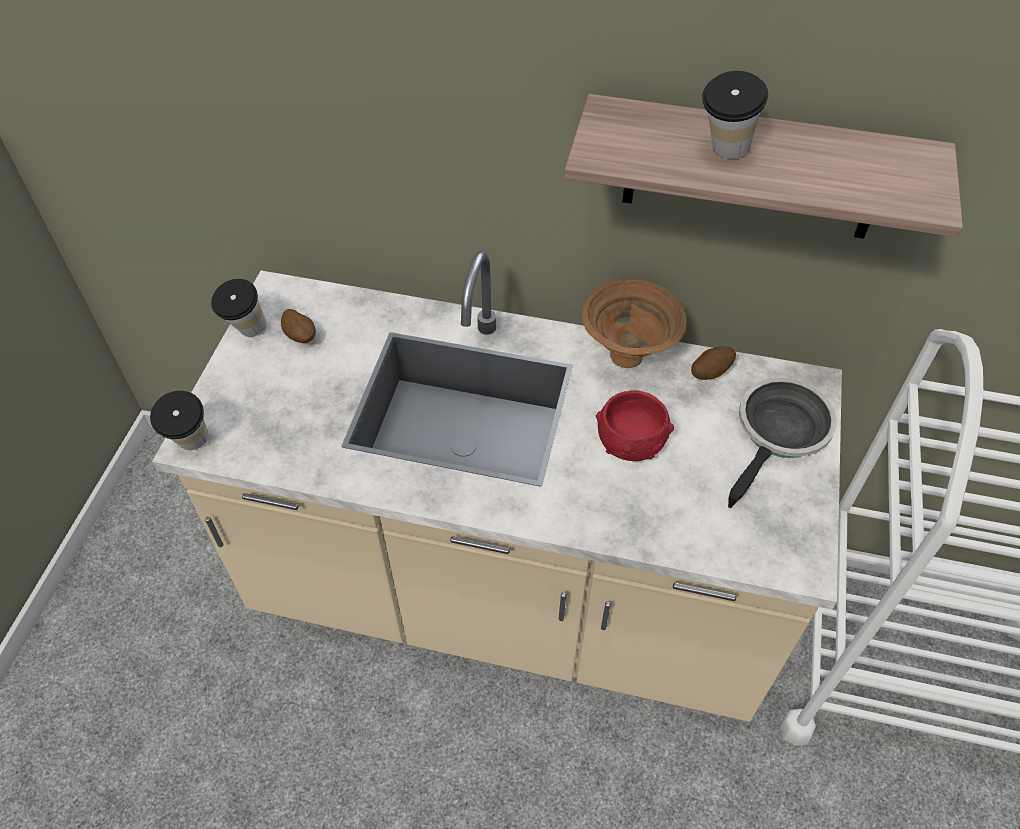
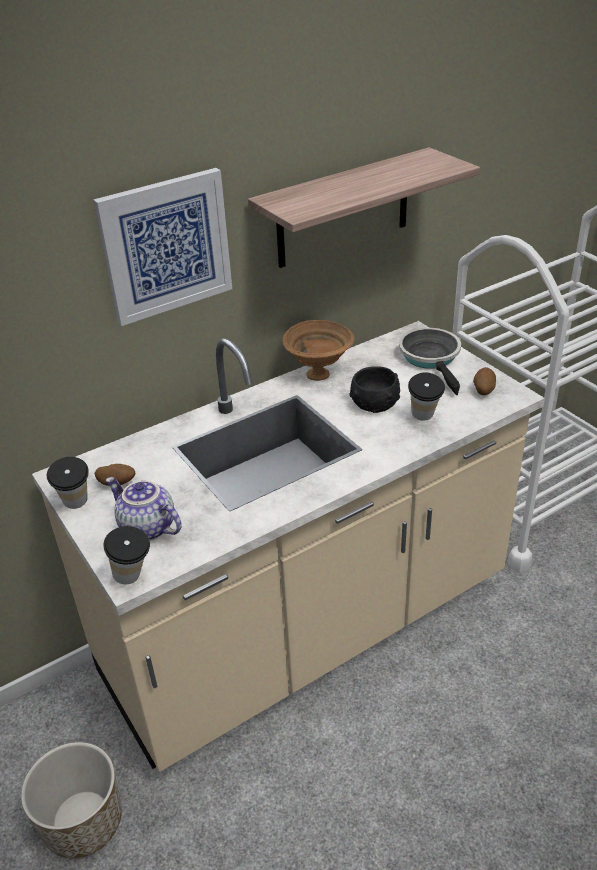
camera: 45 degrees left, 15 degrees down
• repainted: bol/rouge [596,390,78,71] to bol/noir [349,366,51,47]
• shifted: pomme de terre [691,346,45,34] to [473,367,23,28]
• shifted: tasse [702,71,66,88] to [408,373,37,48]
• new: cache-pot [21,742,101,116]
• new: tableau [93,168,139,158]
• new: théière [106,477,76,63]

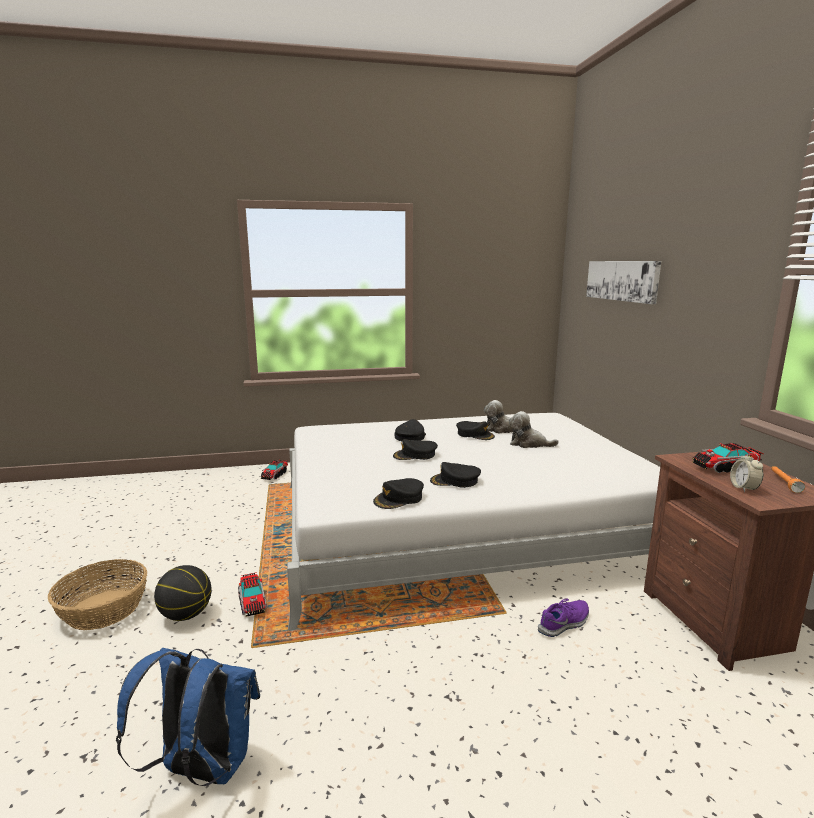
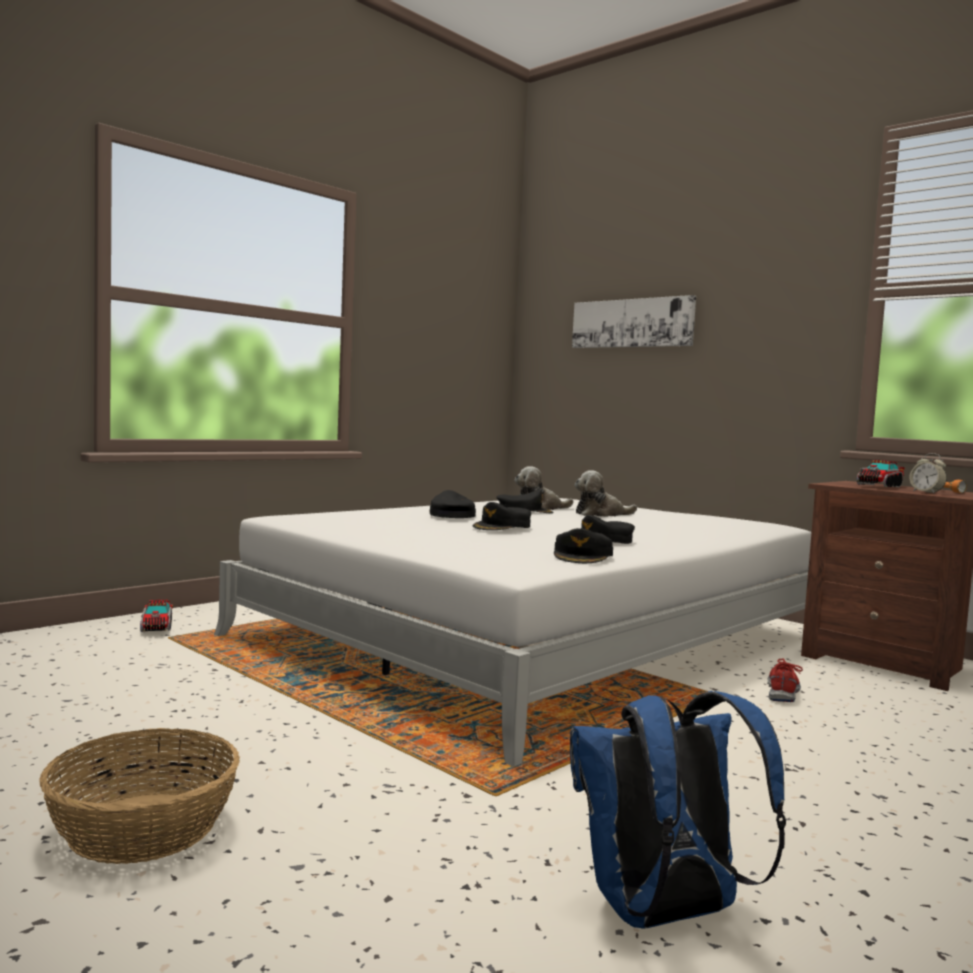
camera: 35 degrees left, 10 degrees down
• gone: ballon de basket [154,565,58,56]
• gone: camion jouet [238,572,29,45]
• repainted: chaussure/violet [538,598,51,39] to chaussure/rouge [767,658,36,44]

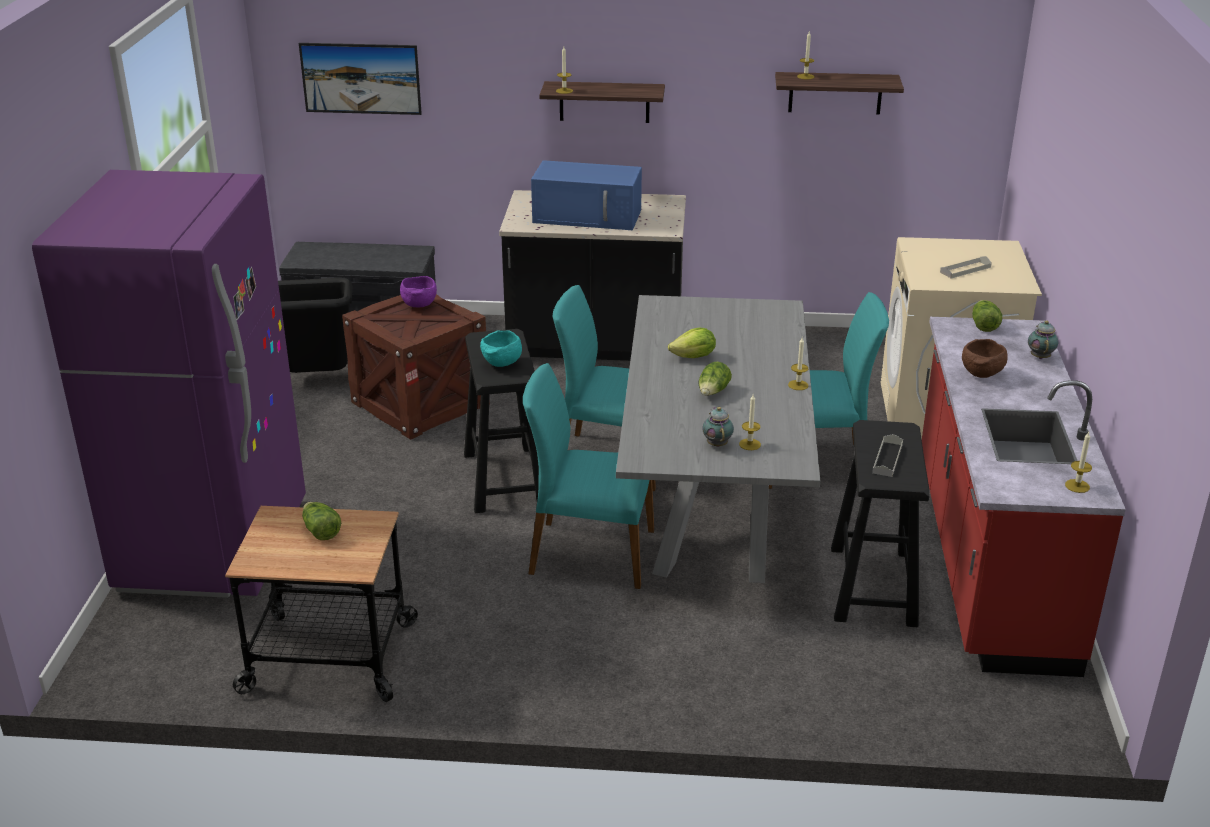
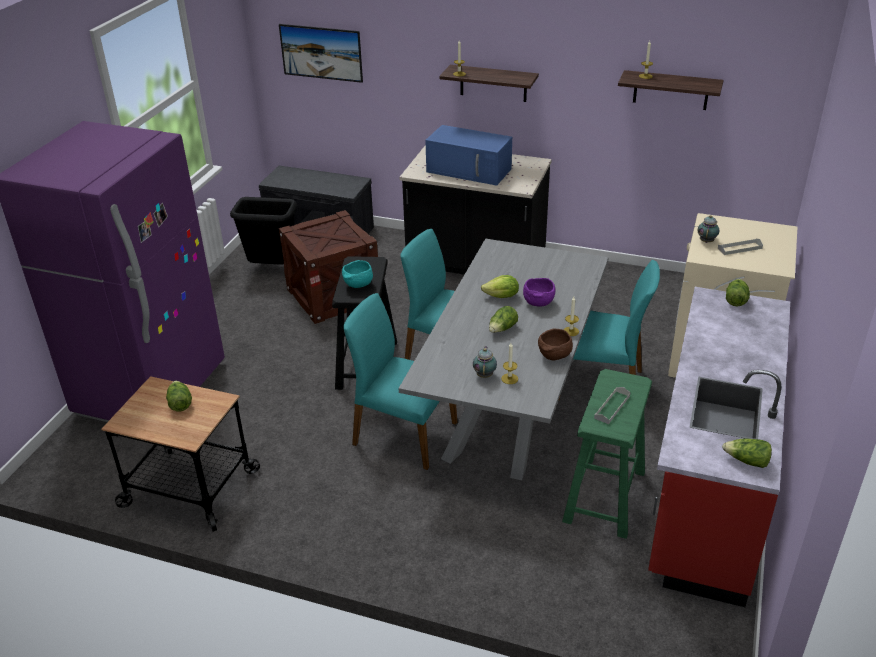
camera: 15 degrees right, 5 degrees up
• shifted: bol/violet [400,276,37,31] to [523,278,33,29]
• repainted: tabouret/noir [831,420,98,207] to tabouret/vert [562,369,90,170]
• shifted: bol/marron [962,339,46,39] to [538,328,35,33]
• shifted: théière [1028,320,30,39] to [698,215,21,28]
• swapped: bougie [1065,432,27,61] to laitue [722,439,50,29]

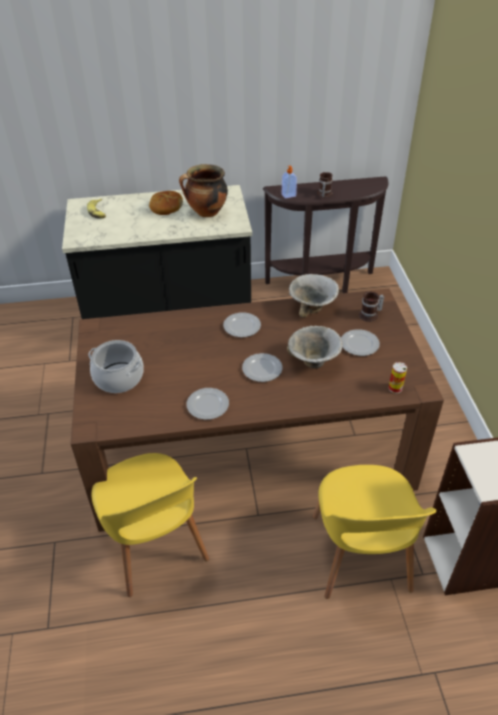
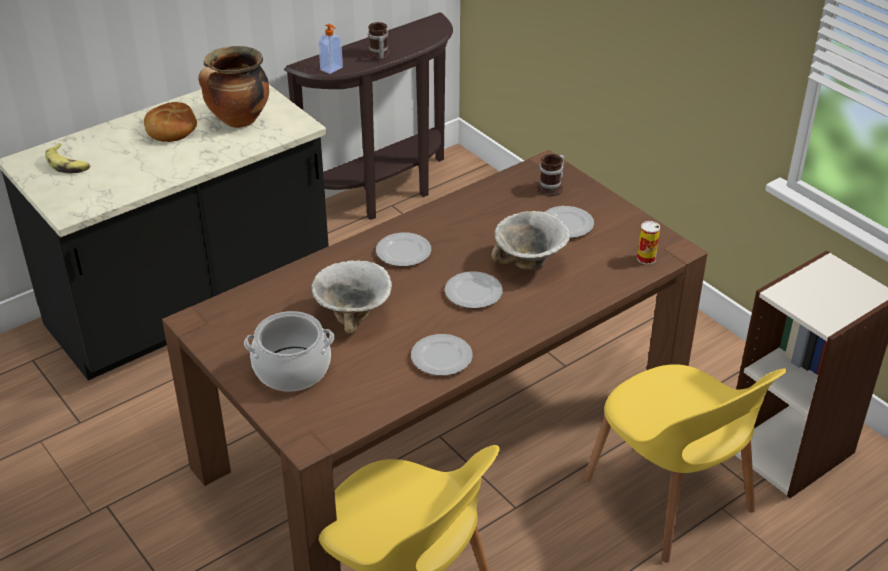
camera: 30 degrees left, 5 degrees down
• shifted: bol [289,274,50,44] to [311,260,81,74]

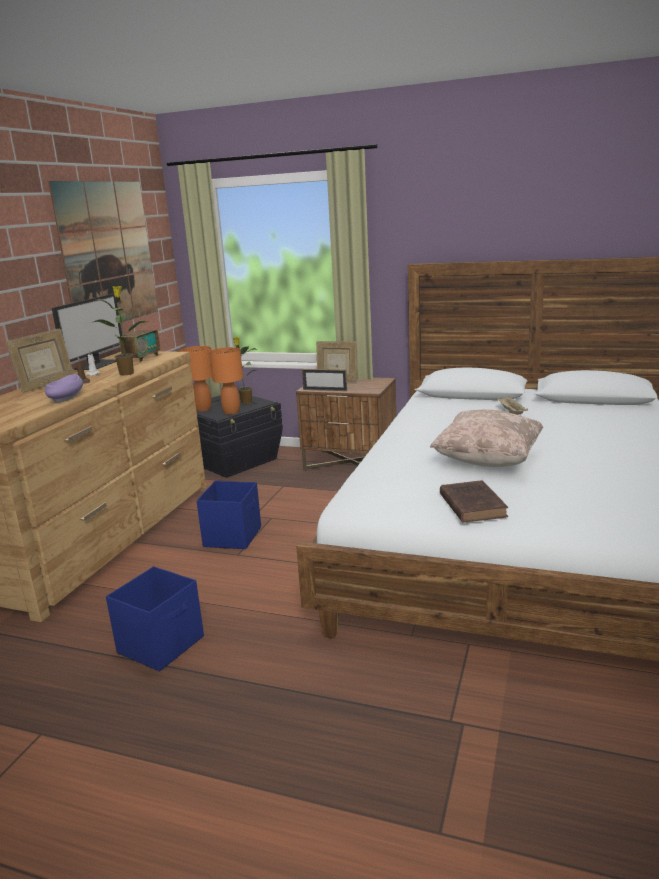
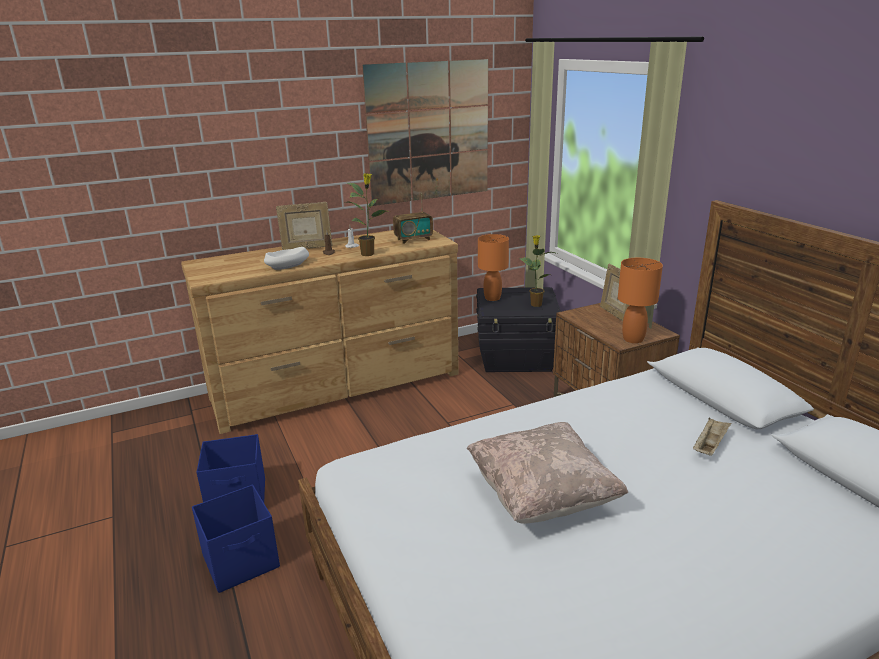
camera: 45 degrees right, 5 degrees up
• repainted: bol/violet [45,374,38,29] to bol/blanc [264,247,45,23]
• gone: écran d'ordinateur [52,293,70,77]
• shifted: boîte de rangement/bleu [196,481,65,68] to [192,484,88,109]
• shifted: lampe de table/orange [209,347,34,67] to [618,258,45,85]
• gone: cadre photo [302,369,45,22]
• gone: livre/marron [440,480,68,43]

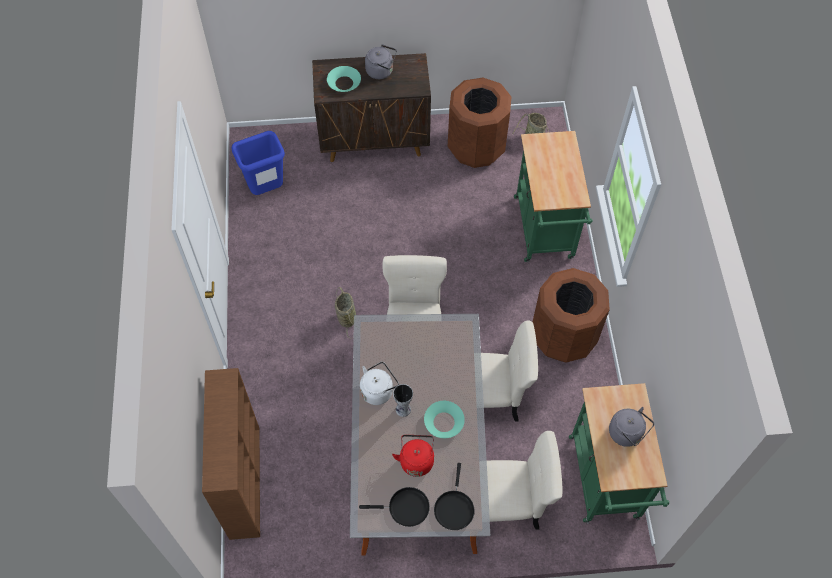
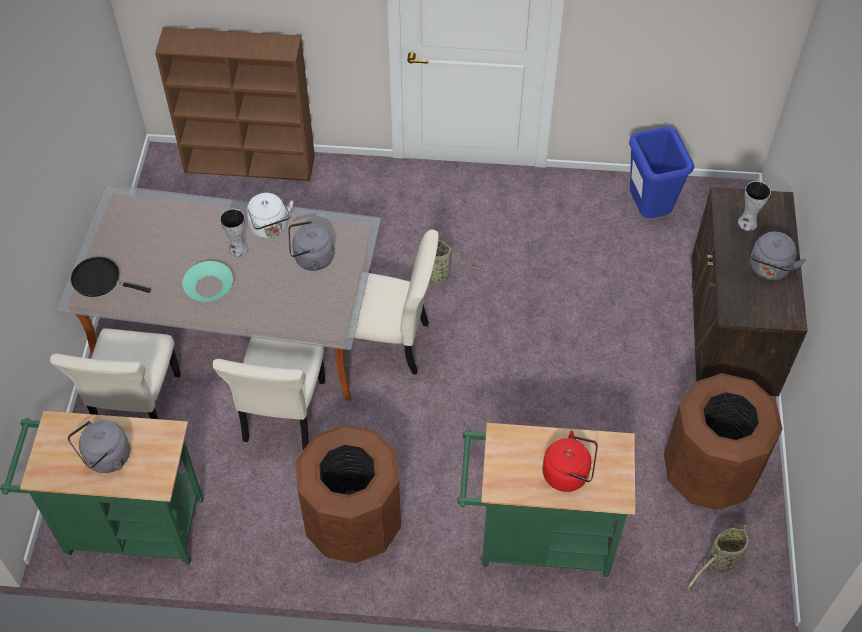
camera: 100 degrees right, 5 degrees down
• swapped: bol/turquoise [327,66,34,26] to vase [738,181,33,50]
• gone: poêle/noir [359,487,71,40]
• shifted: bouilloire/rouge [392,435,42,42] to [542,430,56,62]
• new: bouilloire/gris [288,221,46,50]

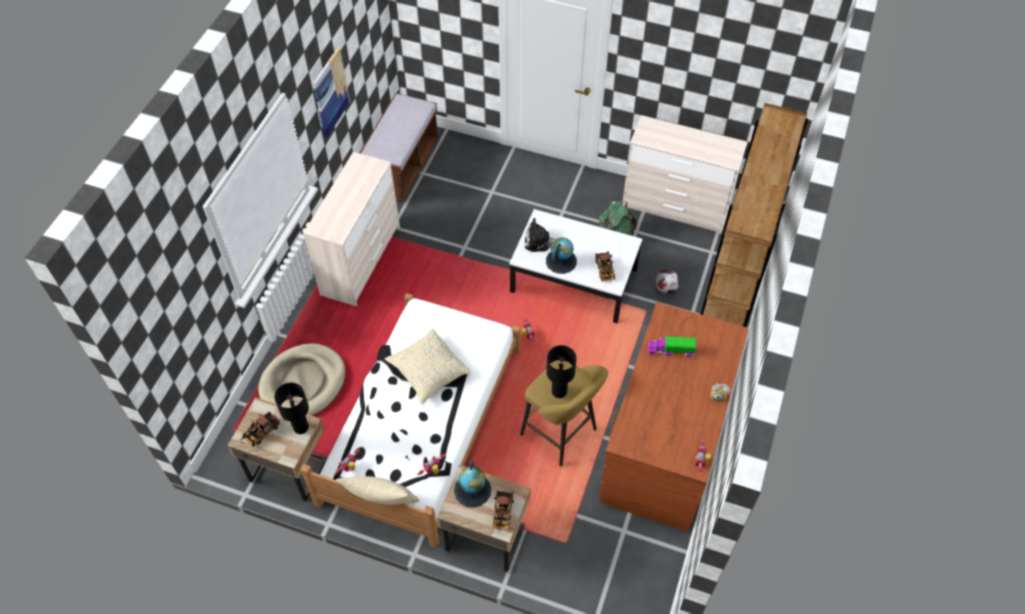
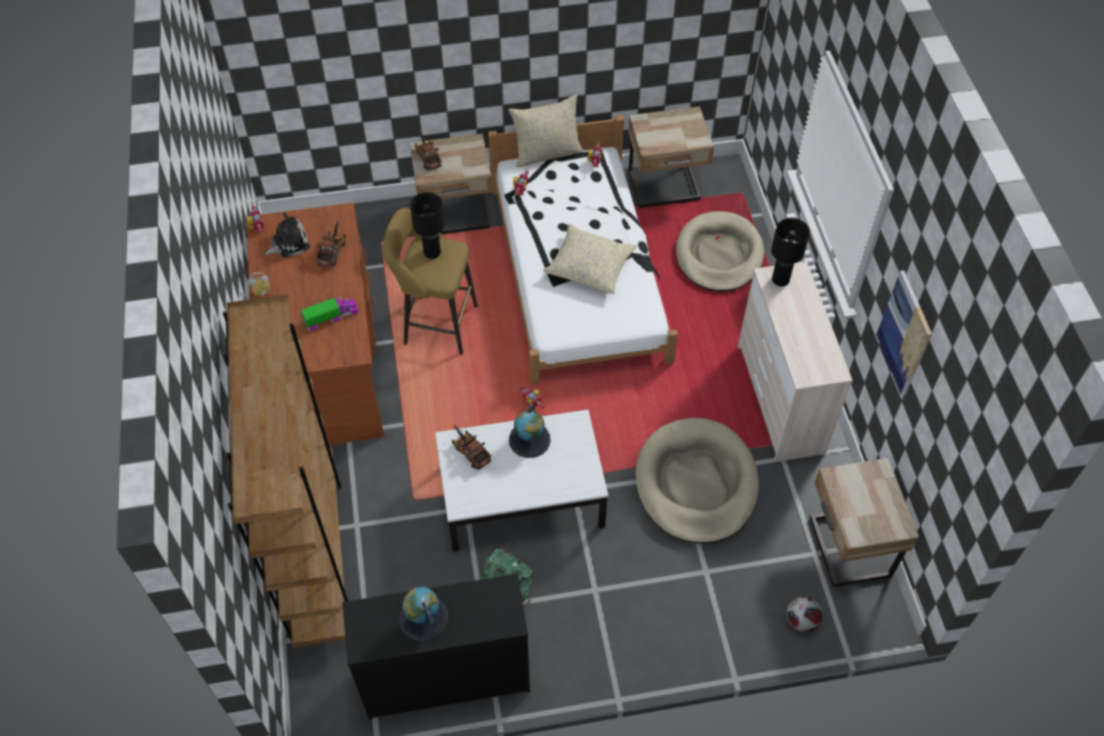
camera: 150 degrees right, 0 degrees up
• shifted: camion jouet [241,411,39,36] to [315,221,31,46]
• shifted: lampe de table/noir [274,383,35,51] to [771,218,39,68]
• swapped: banc/marron [360,93,80,108] to table de chevet/beige [810,458,109,129]
• shifted: globe [454,461,37,47] to [399,587,49,54]
• shifted: peluche [525,218,30,34] to [264,213,46,44]
• repainted: commode/beige [622,115,126,120] to commode/noir [342,574,188,146]
• shifted: ballon de foot [655,269,25,25] to [787,597,36,35]
• new: panier pour chien/beige [635,418,124,126]

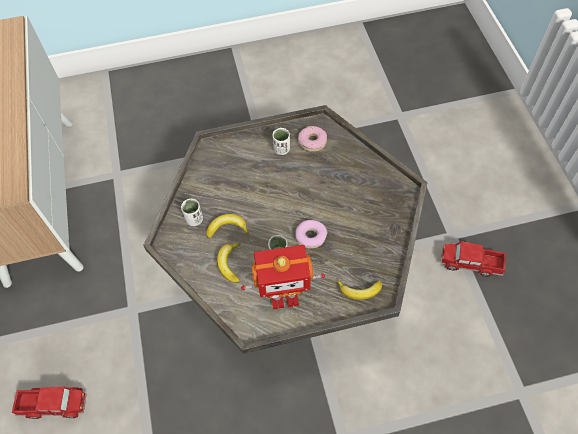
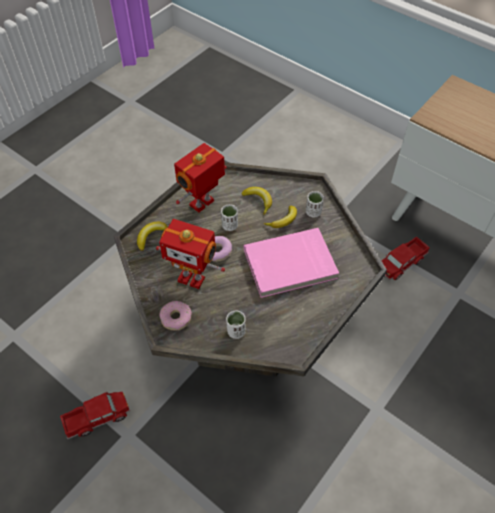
camera: 140 degrees right, 5 degrees down
• shifted: camion jouet [12,385,75,34] to [381,236,49,44]
• shifted: tasse/blanc [273,128,17,27] to [226,310,20,29]
• shifted: beignet [298,126,29,26] to [160,301,32,29]
• new: robot jouet [156,219,69,70]
• new: livre/rose [244,228,95,70]

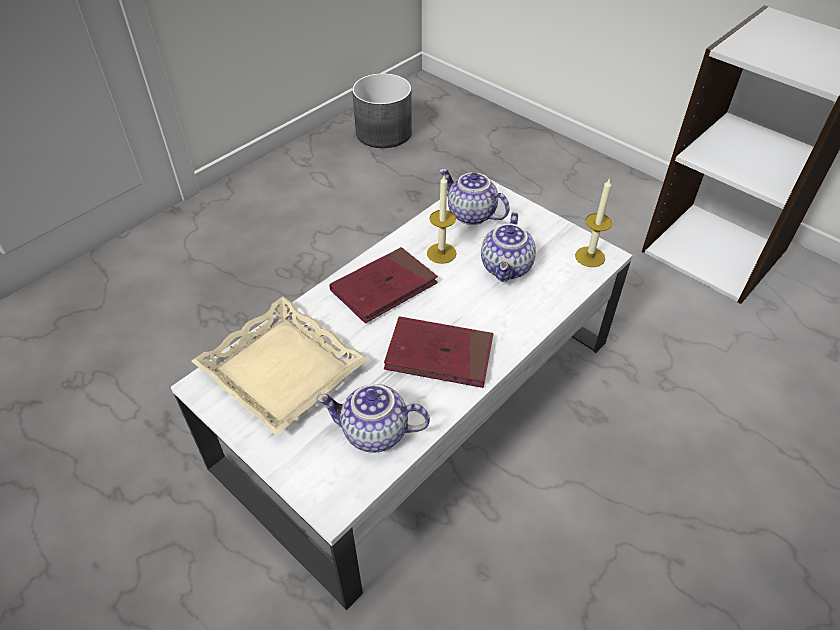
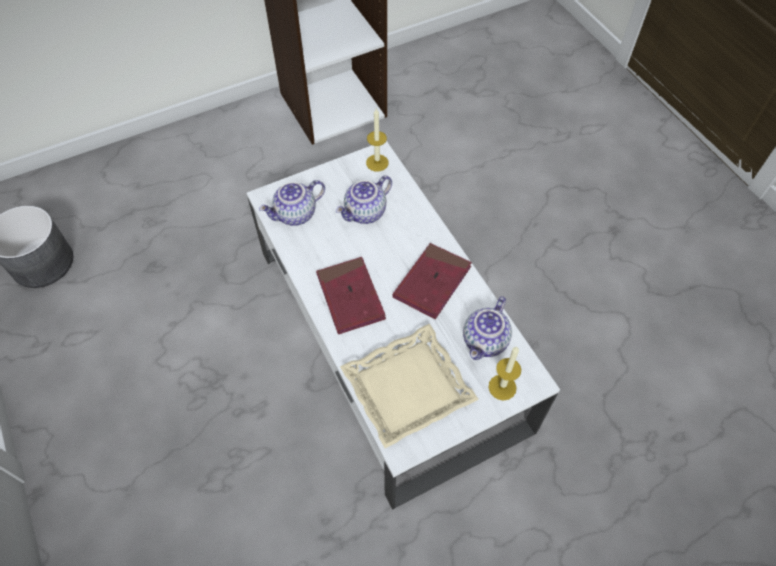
camera: 70 degrees left, 10 degrees up
• shifted: bougie [427,176,30,88] to [488,347,33,54]
• rotated: théière [481,212,55,70] = [336,175,56,49] 105 degrees clockwise

